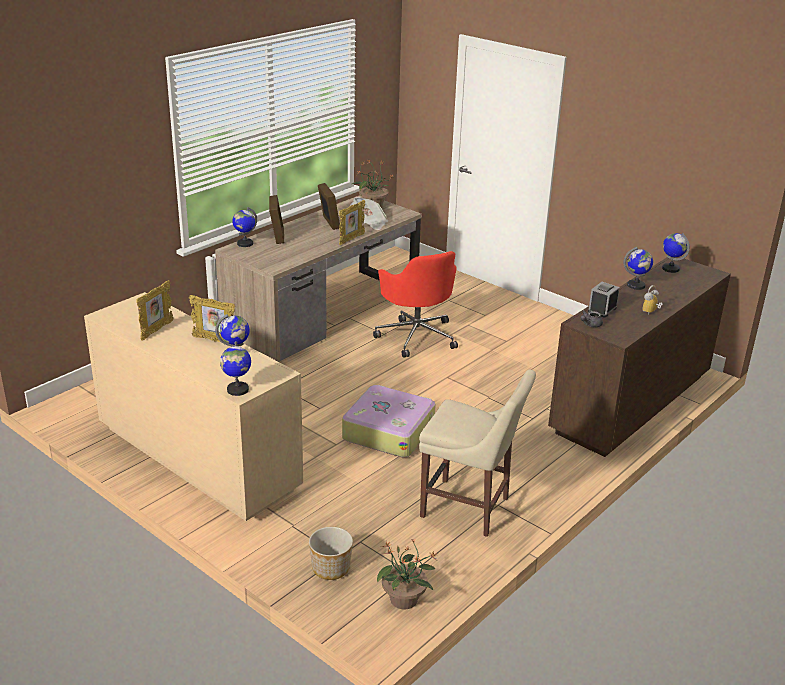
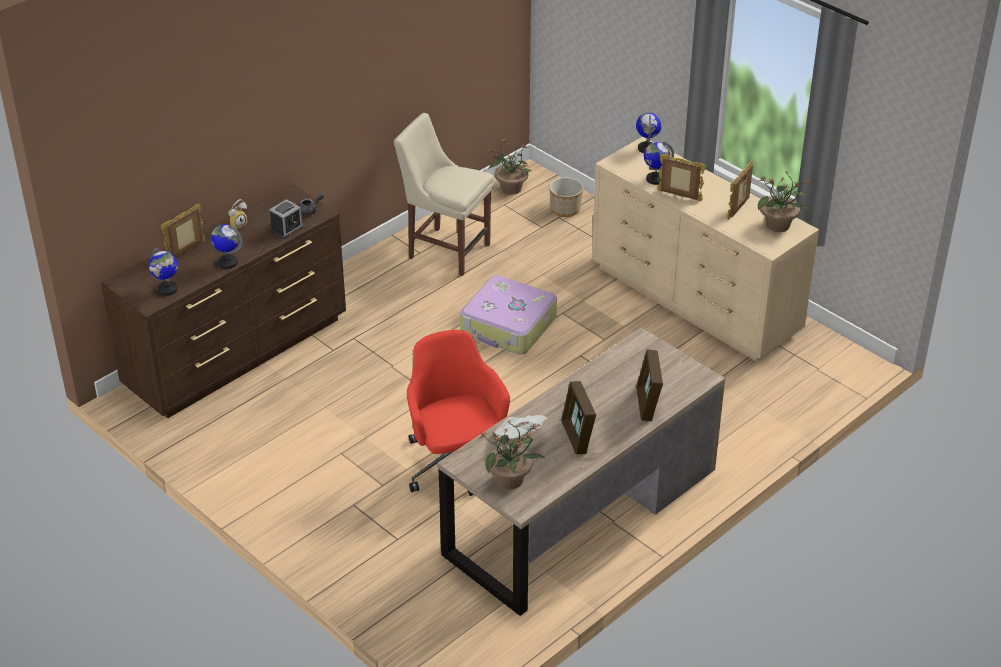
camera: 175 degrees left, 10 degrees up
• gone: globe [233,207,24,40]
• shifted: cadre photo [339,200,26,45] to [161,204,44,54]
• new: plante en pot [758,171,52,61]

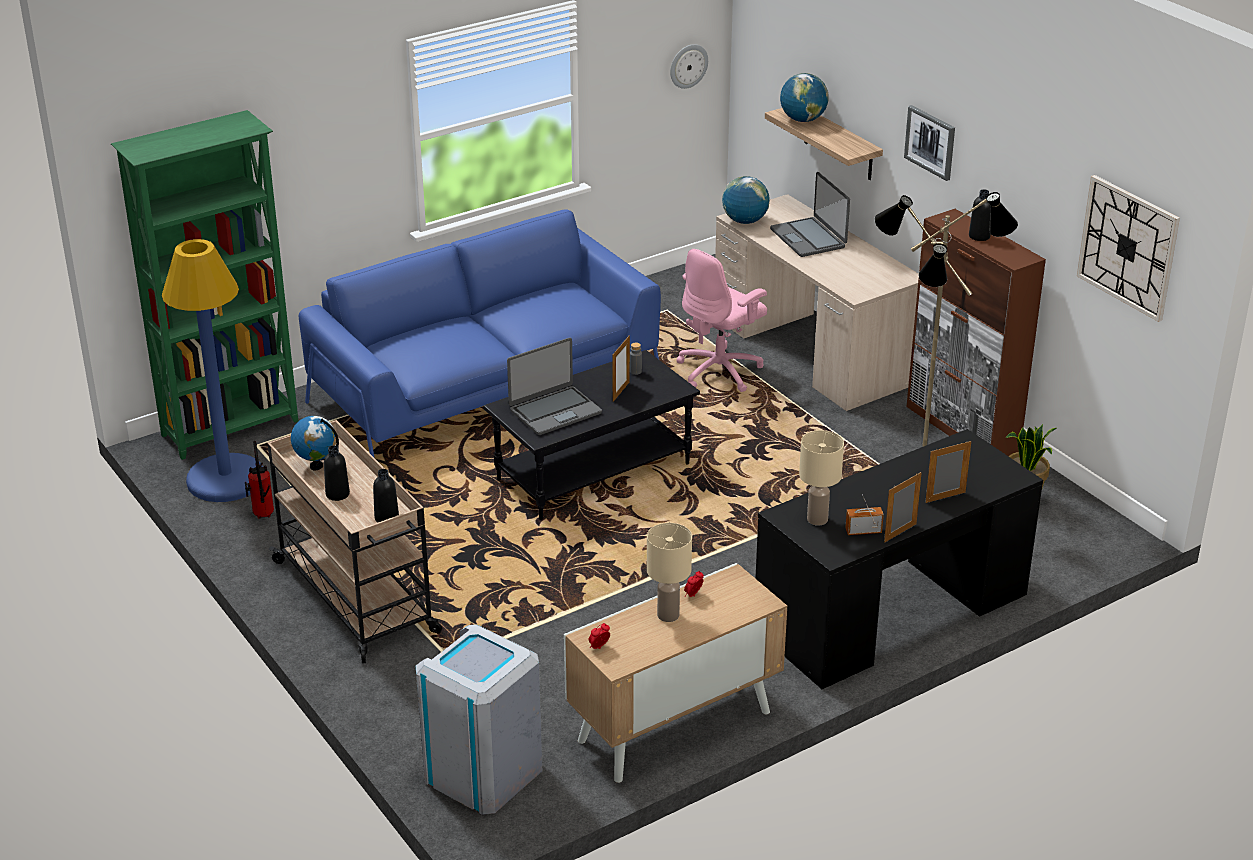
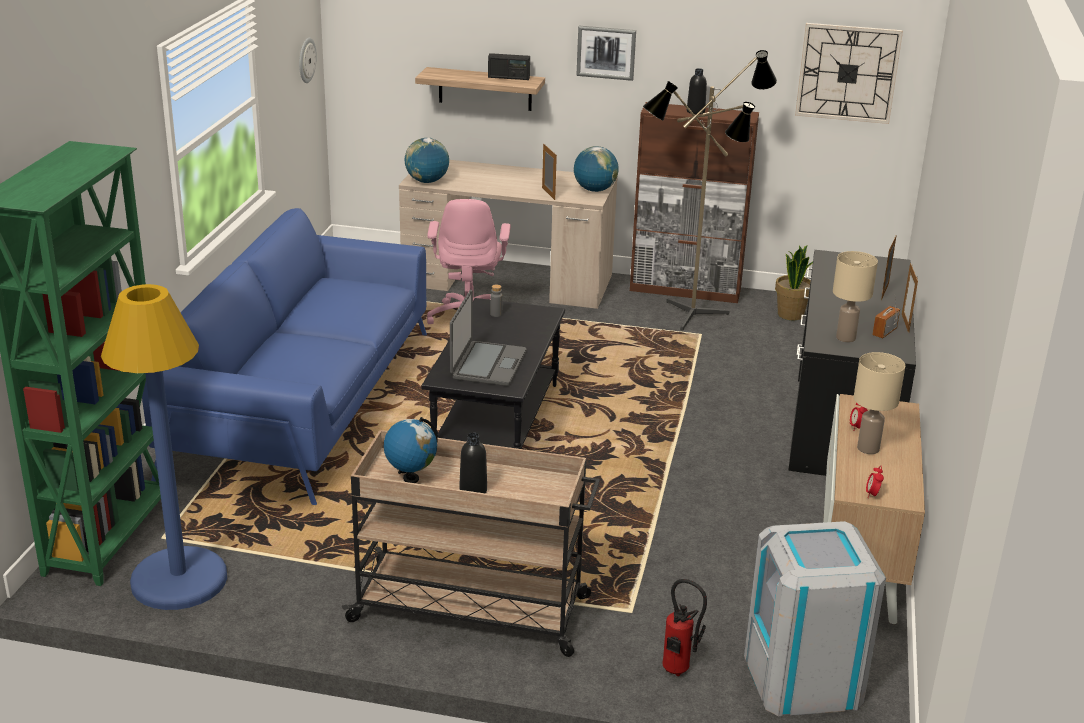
camera: 45 degrees left, 5 degrees down
• shifted: extincteur [245,441,29,78] to [663,579,44,97]
• gone: bouteille/noir [373,469,26,54]
• shifted: cadre photo [612,335,18,67] to [542,144,15,56]
• gone: ordinateur portable [770,172,80,85]
• shifted: globe [780,73,49,49] to [574,146,45,46]
• new: radio [488,53,42,27]

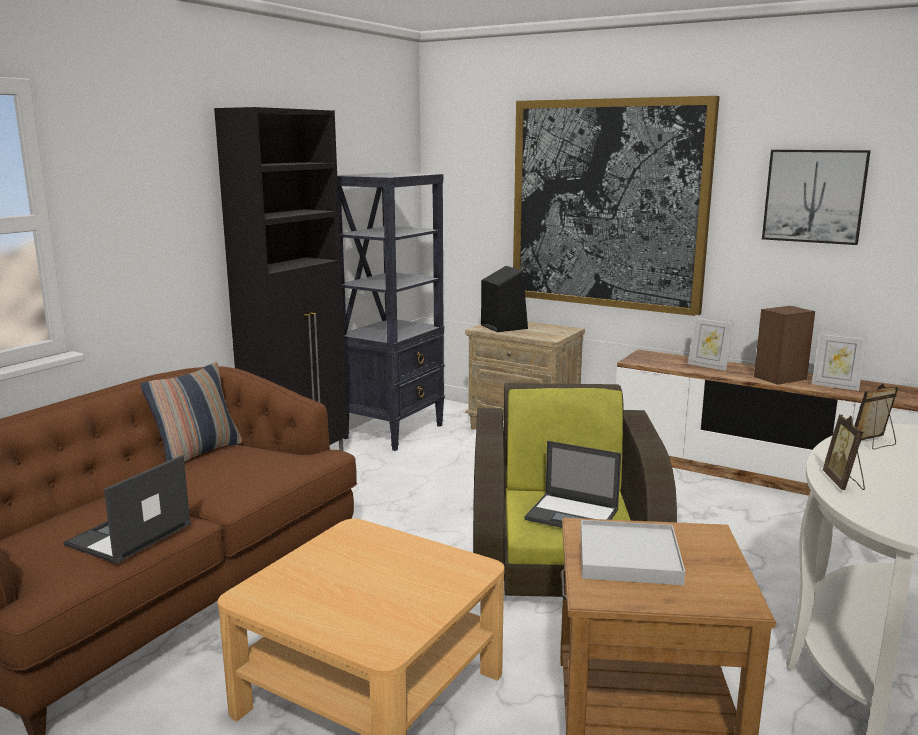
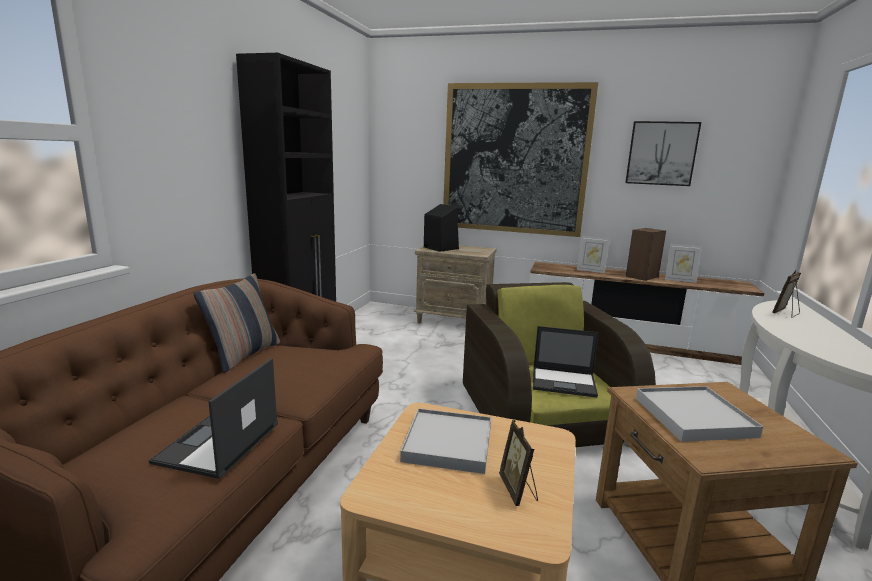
camera: 15 degrees left, 0 degrees up
• gone: bibliothèque/noir [337,173,108,278]
• shifted: cadre photo [822,414,43,76] to [499,420,39,86]
• new: plateau/blanc [400,408,91,66]

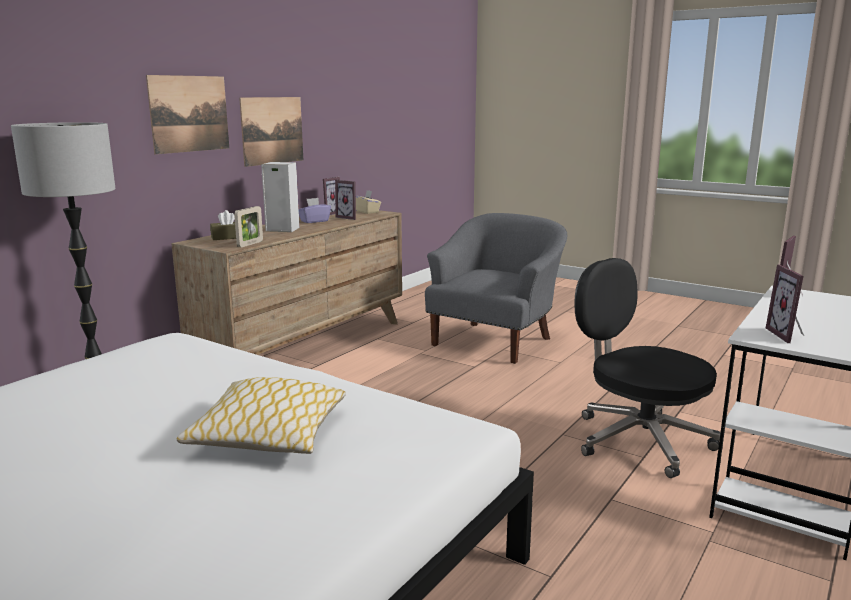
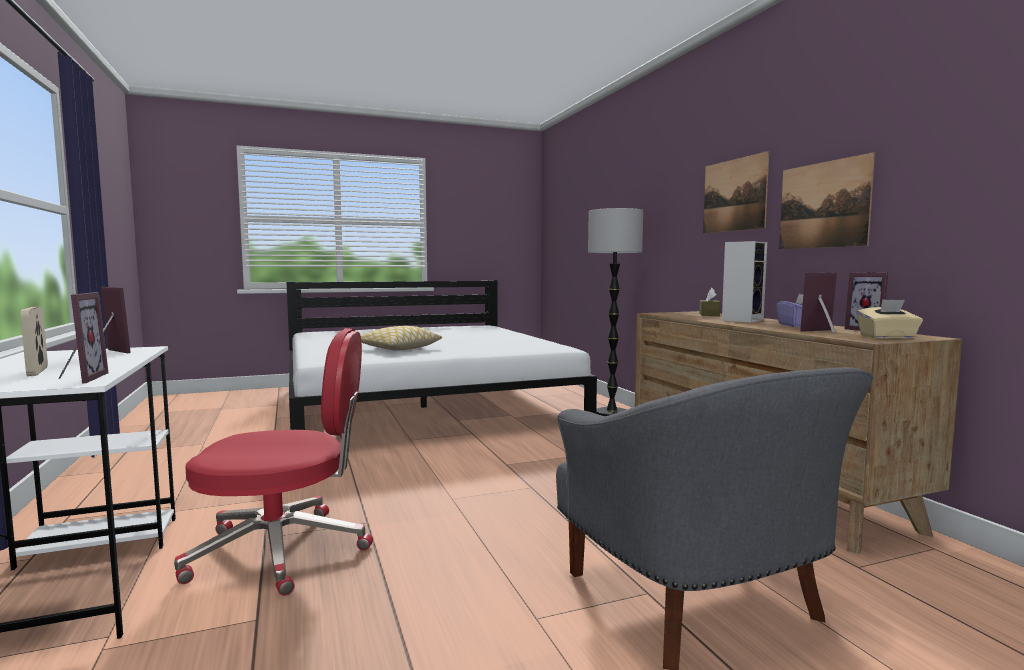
camera: 125 degrees right, 10 degrees down
• shifted: cadre photo [234,206,29,41] to [20,306,28,70]
• repainted: chaise de bureau/noir [575,258,145,220] to chaise de bureau/rouge [174,328,199,268]

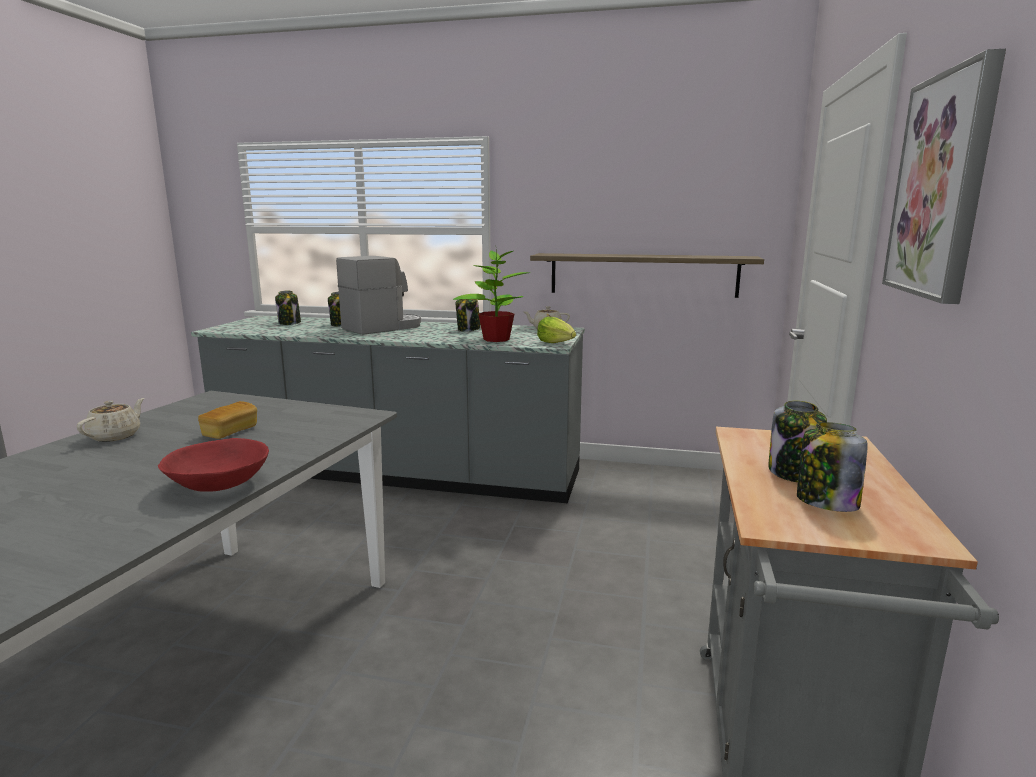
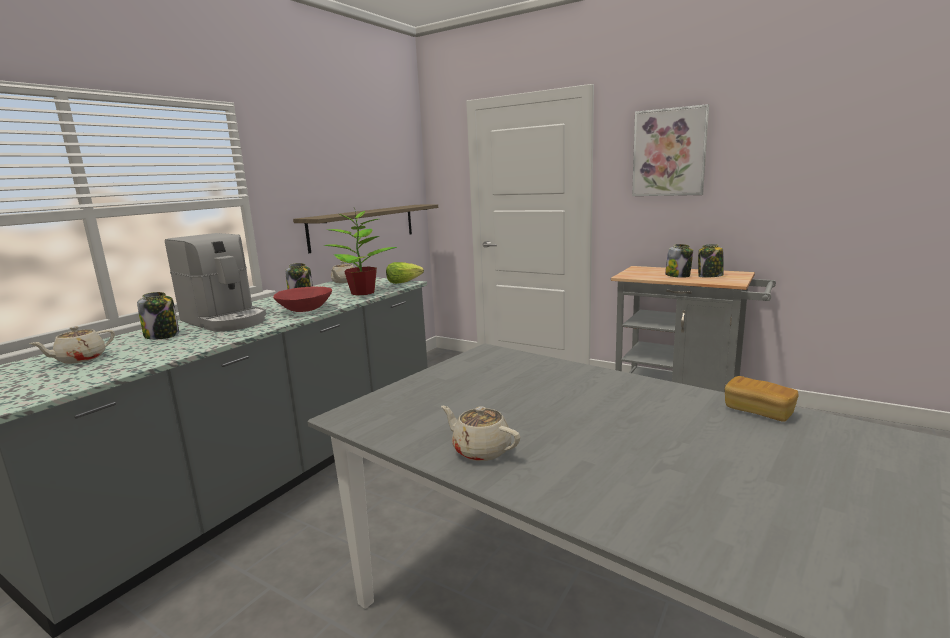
camera: 70 degrees left, 0 degrees up
• shifted: bol/rouge [158,438,111,54] to [273,287,59,25]
• shifted: pain [198,401,59,38] to [725,376,74,46]
• swapped: bocal [275,290,26,35] to théière/beige [29,326,86,38]
• rotated: machine à café [336,256,85,79] = [165,233,101,99] 150 degrees clockwise

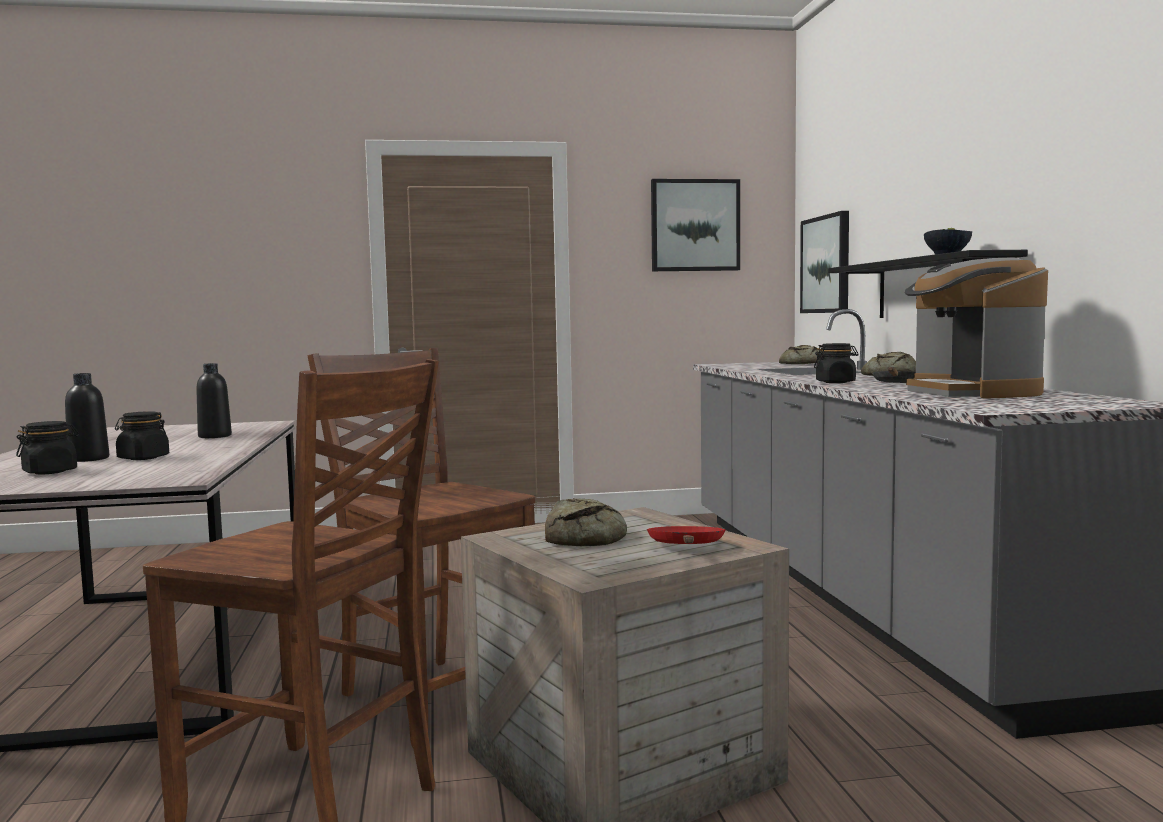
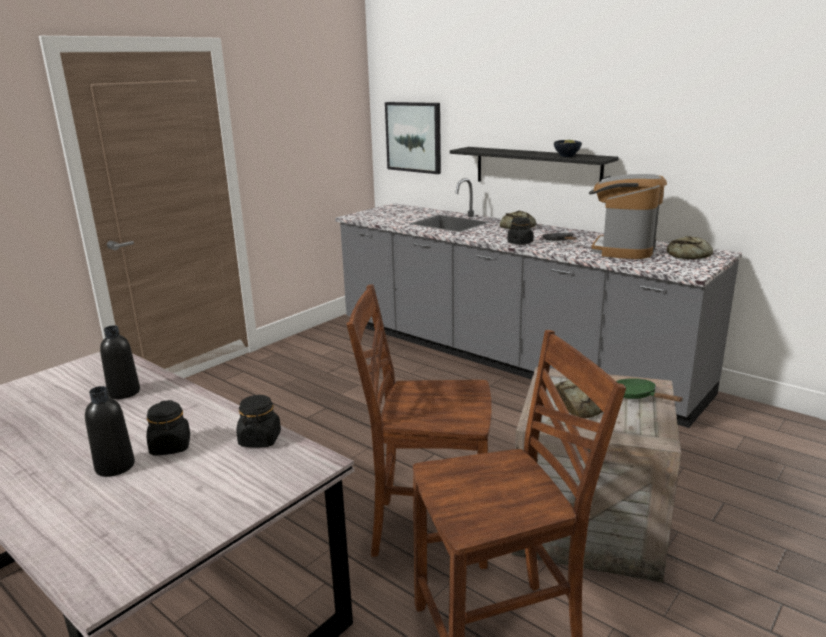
camera: 40 degrees left, 15 degrees up
• shifted: bocal/noir [16,421,63,53] to [236,395,45,52]
• repainted: poêle/rouge [647,526,79,18] to poêle/vert [616,378,67,24]
• gone: tableau [651,179,89,92]
• shifted: pain [779,345,42,19] to [667,236,46,23]
• rotated: machine à café [905,258,143,141] = [589,174,78,85] 75 degrees clockwise

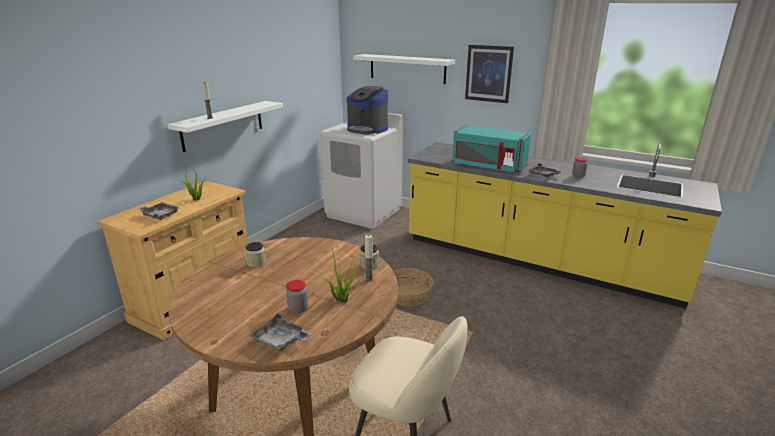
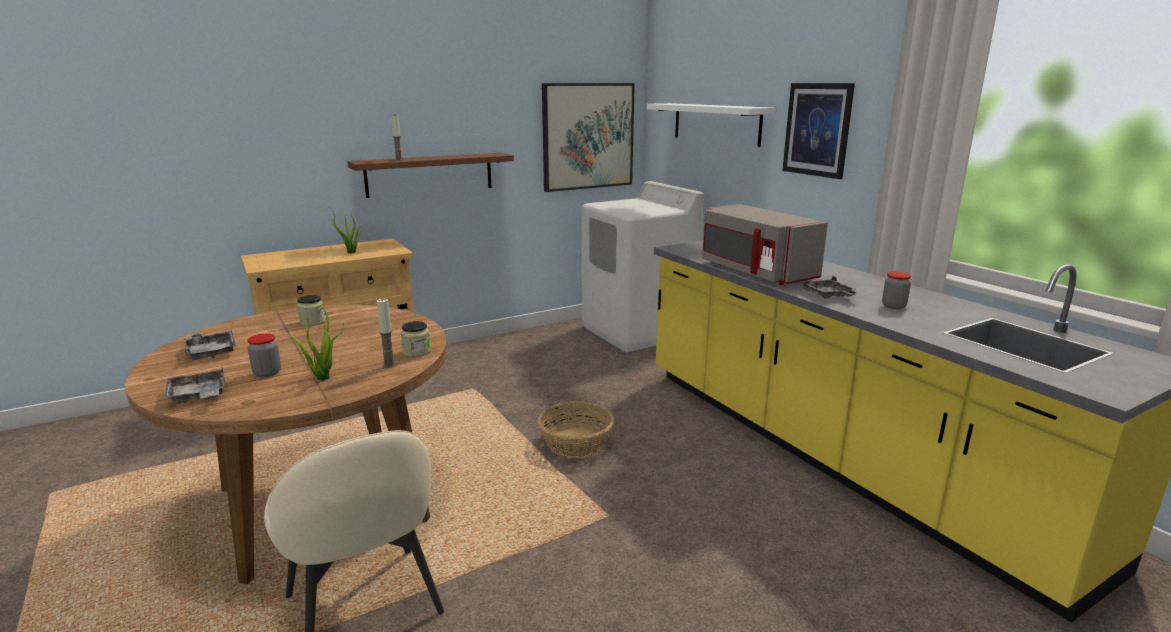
camera: 30 degrees right, 5 degrees down
• shifted: plateau/gris [138,202,41,18] to [184,331,52,29]
• repainted: étagère/blanc [167,101,116,51] to étagère/marron [347,153,167,45]
• gone: machine à café [347,86,41,49]
• repainted: micro-ondes/turquoise [452,125,79,48] to micro-ondes/gris [702,204,126,81]
• new: tableau [542,83,93,109]

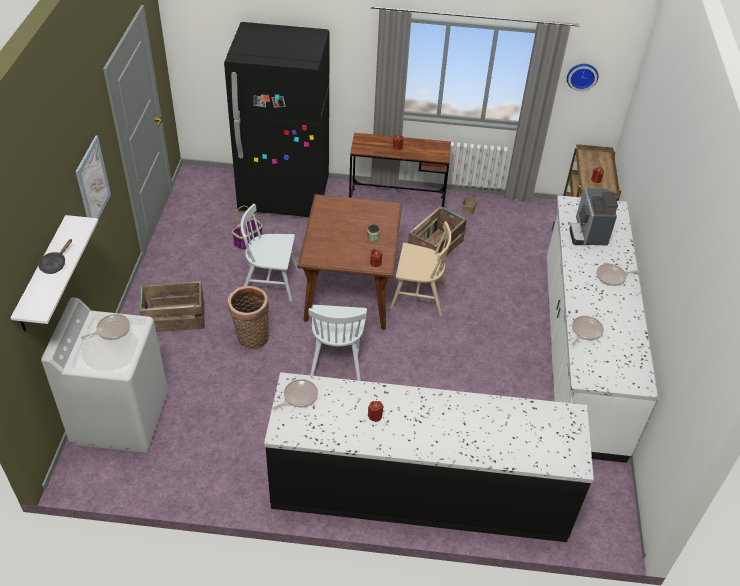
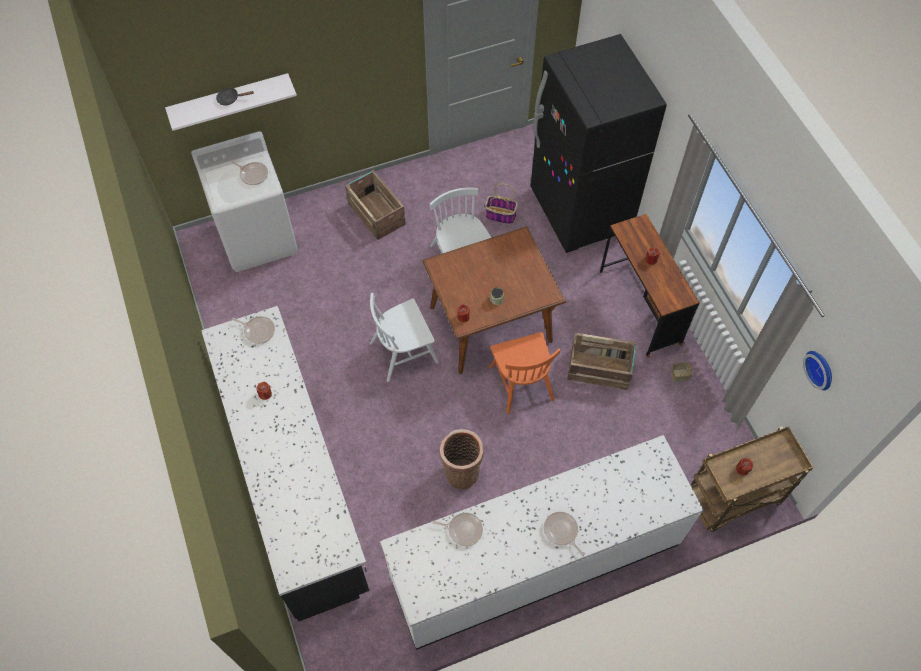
camera: 65 degrees right, 15 degrees up
• gone: tableau [76,135,35,85]
• shifted: panier [228,286,41,64] to [440,429,44,60]
• repainted: chaise/beige [390,221,61,95] to chaise/orange [489,332,72,82]
• gone: machine à café [569,187,49,59]

